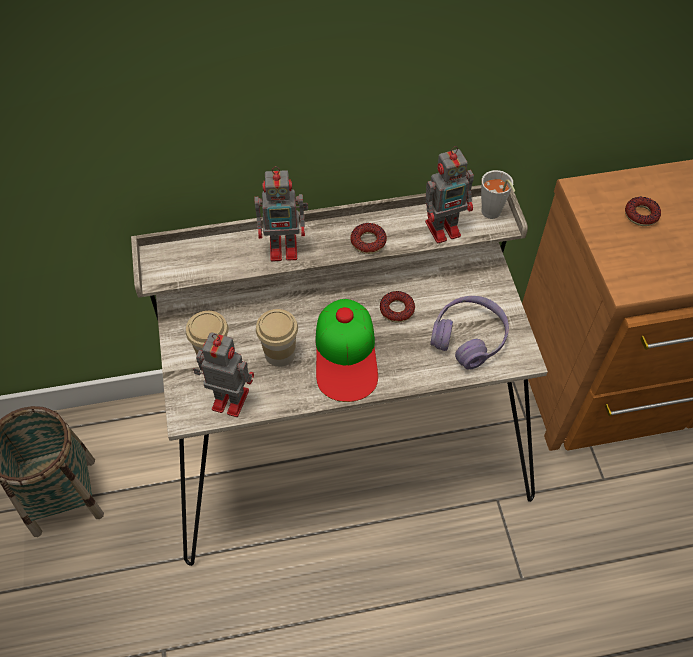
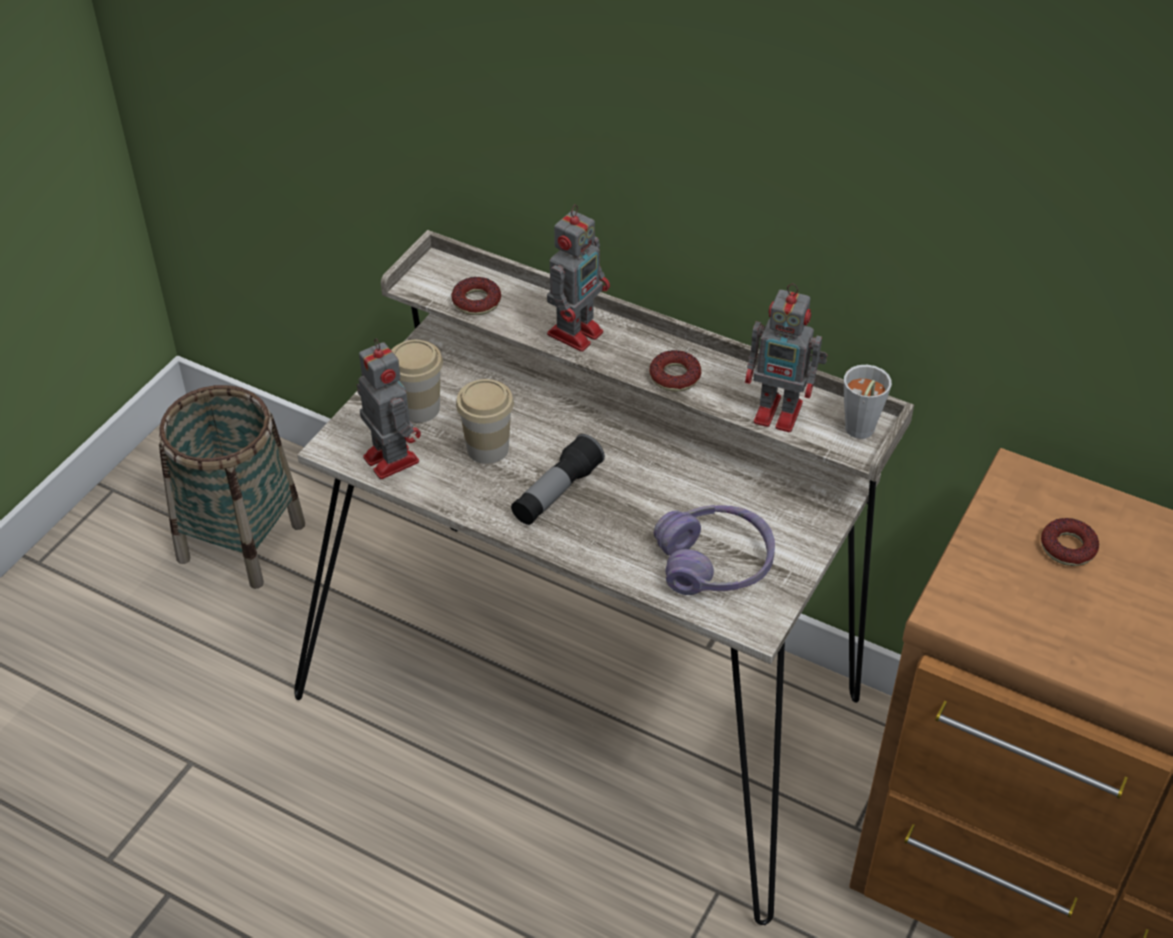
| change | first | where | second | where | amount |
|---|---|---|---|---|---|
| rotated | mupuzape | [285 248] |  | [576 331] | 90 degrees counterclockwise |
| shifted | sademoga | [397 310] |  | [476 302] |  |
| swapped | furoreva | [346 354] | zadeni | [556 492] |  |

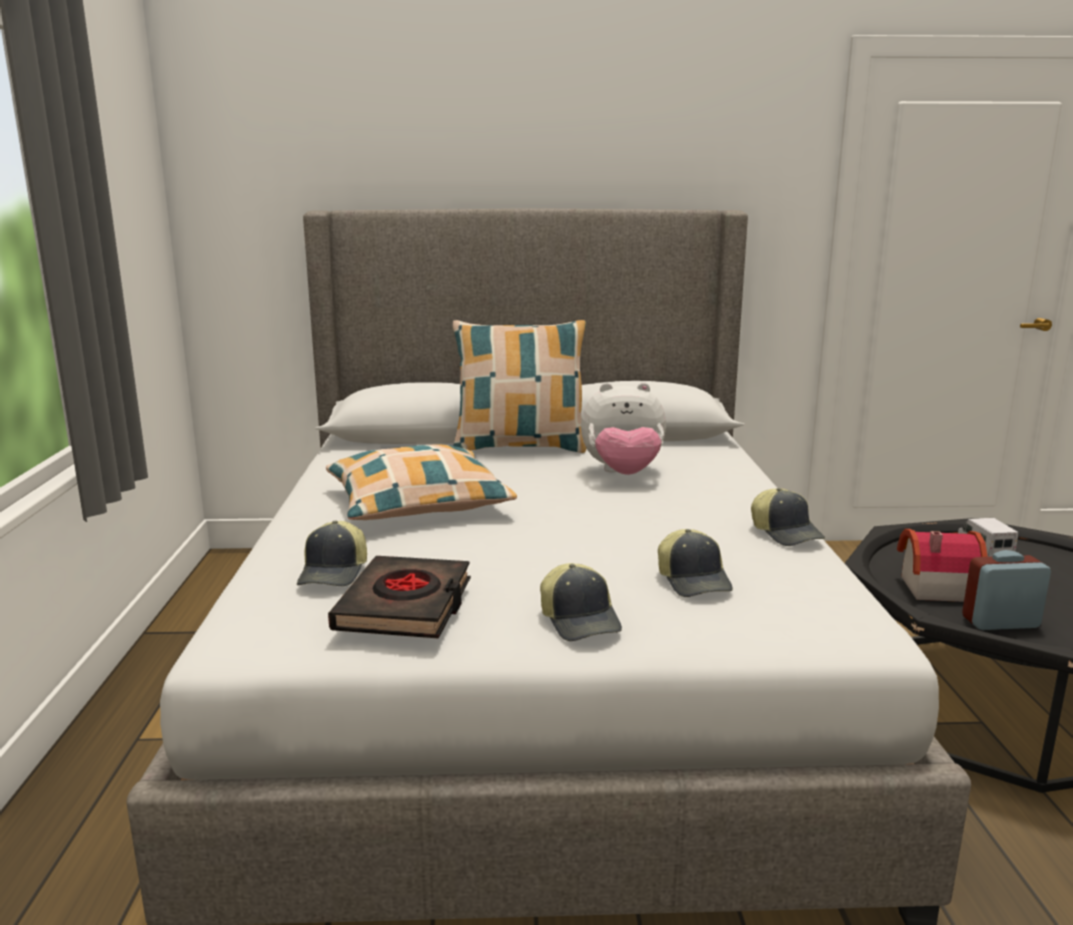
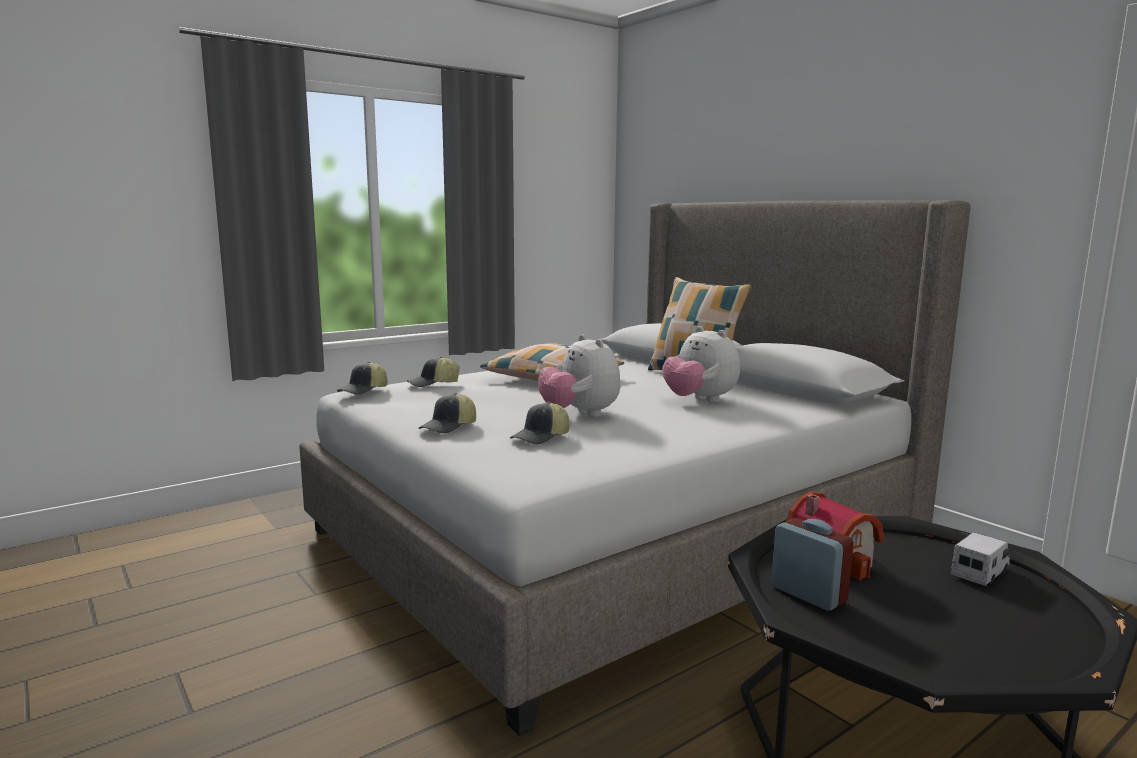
| change | first | where | second | where | amount |
|---|---|---|---|---|---|
| shifted | furoreva | [786 533] |  | [364 391] |  |
| gone | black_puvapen | [405 606] |  |  |  |
| new |  |  | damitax | [580 414] |  |

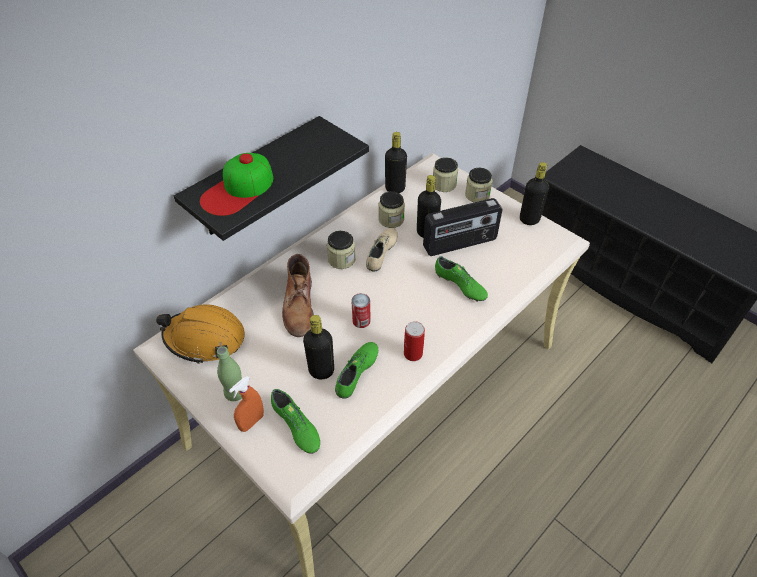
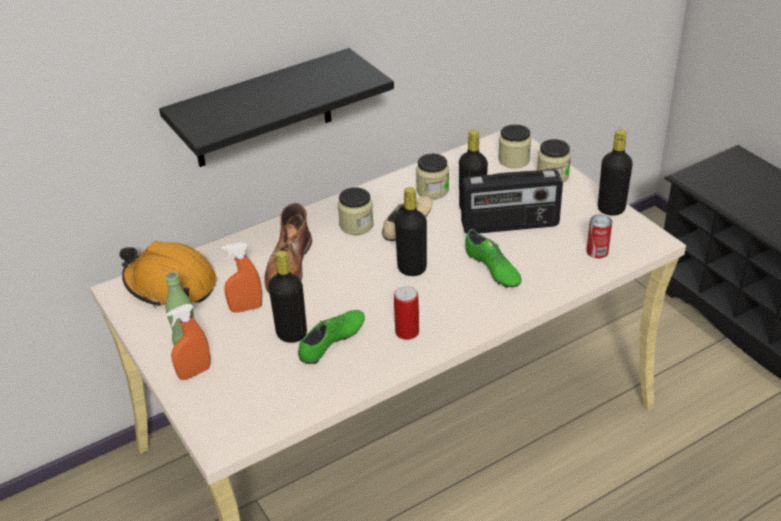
| change | first | where | second | where | amount |
|---|---|---|---|---|---|
| shifted | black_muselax | [395 188] |  | [412 269] |  |
| gone | furoreva | [238 190] |  |  |  |
| shifted | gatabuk | [361 320] |  | [597 251] |  |
| gone | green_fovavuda | [296 427] |  |  |  |
| new |  |  | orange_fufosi | [246 308] |  |

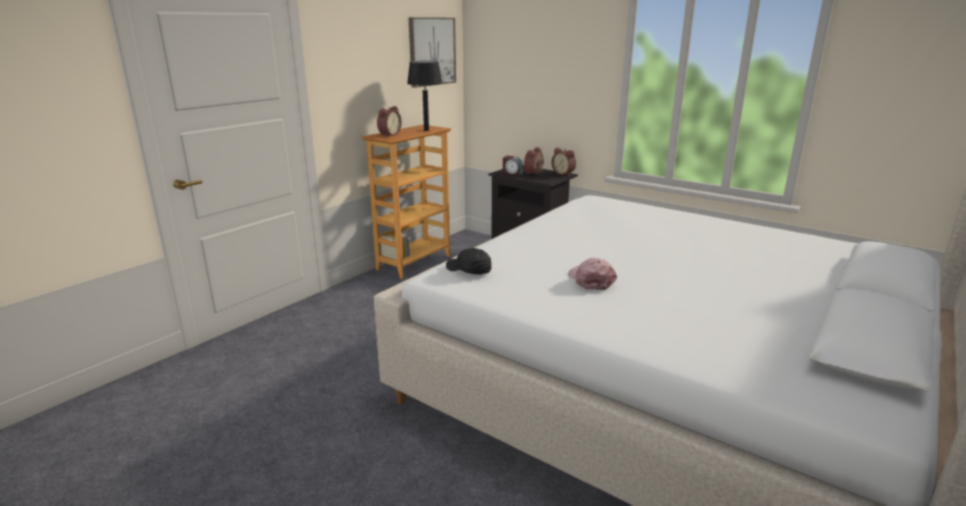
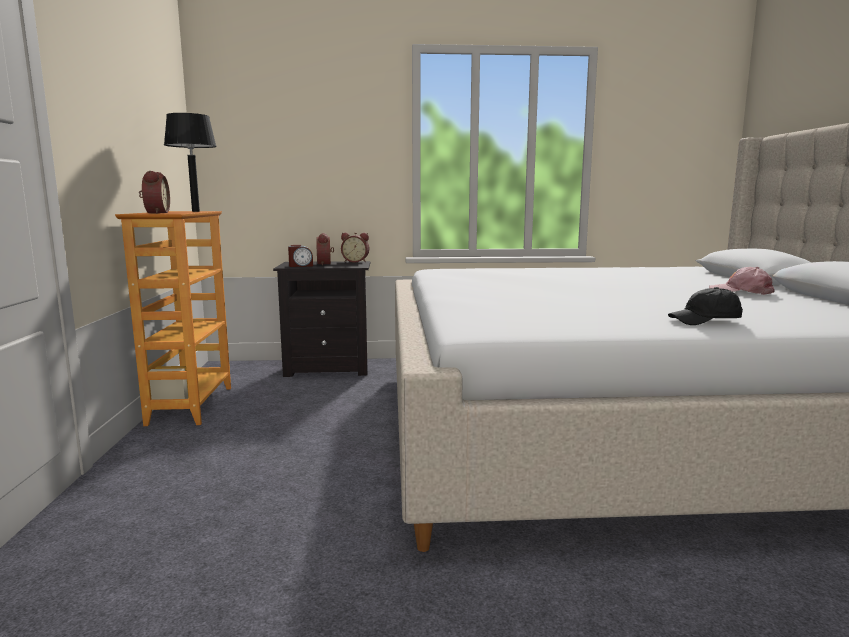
| change | first | where | second | where | amount |
|---|---|---|---|---|---|
| gone | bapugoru | [431 51] |  |  |  |
| shifted | black_furoreva | [469 270] |  | [706 321] |  |
| shifted | pink_furoreva | [590 280] |  | [741 292] |  |

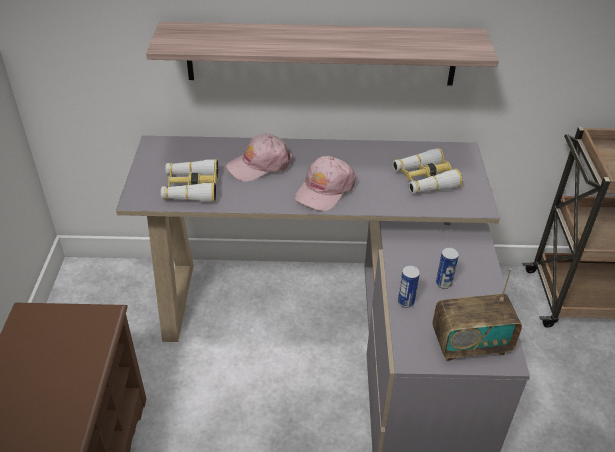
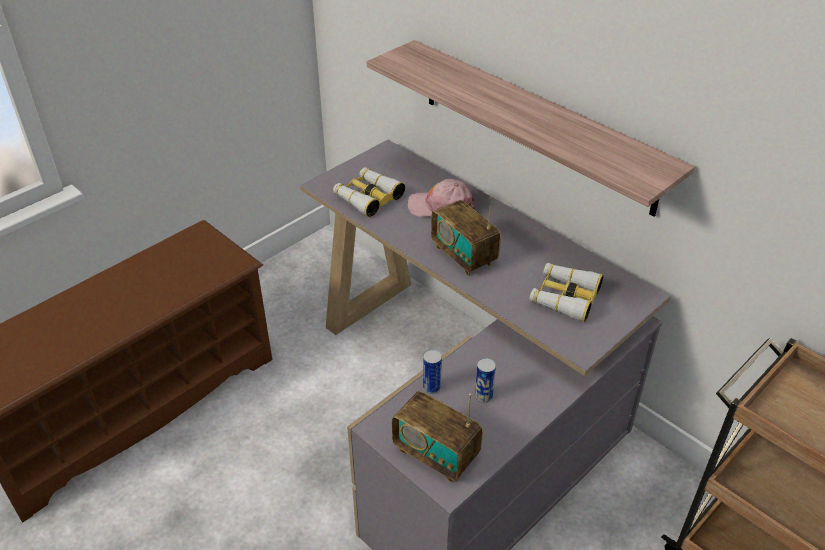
| change | first | where | second | where | amount |
|---|---|---|---|---|---|
| swapped | pink_furoreva | [324 190] | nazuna | [464 256] |  |

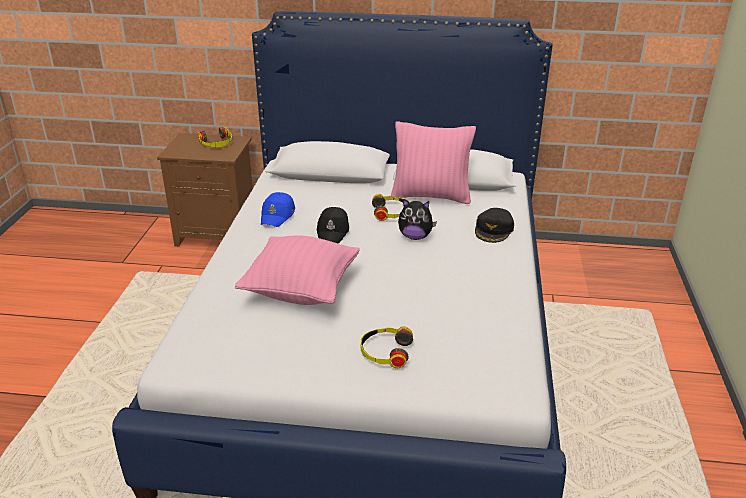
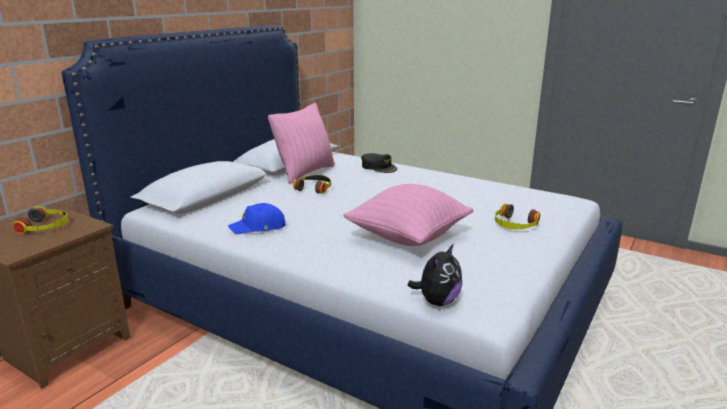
| change | first | where | second | where | amount |
|---|---|---|---|---|---|
| rotated | blue_furoreva | [278 215] |  | [259 227] | 120 degrees clockwise |
| shifted | damitax | [415 237] |  | [437 301] |  |
| gone | black_furoreva | [333 231] |  |  |  |

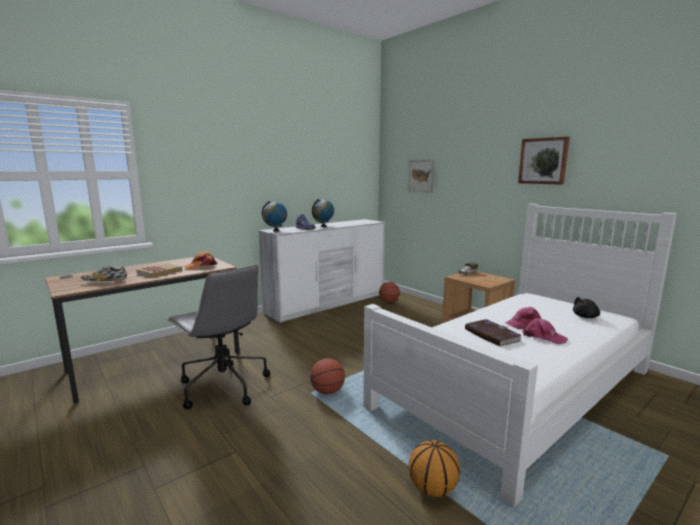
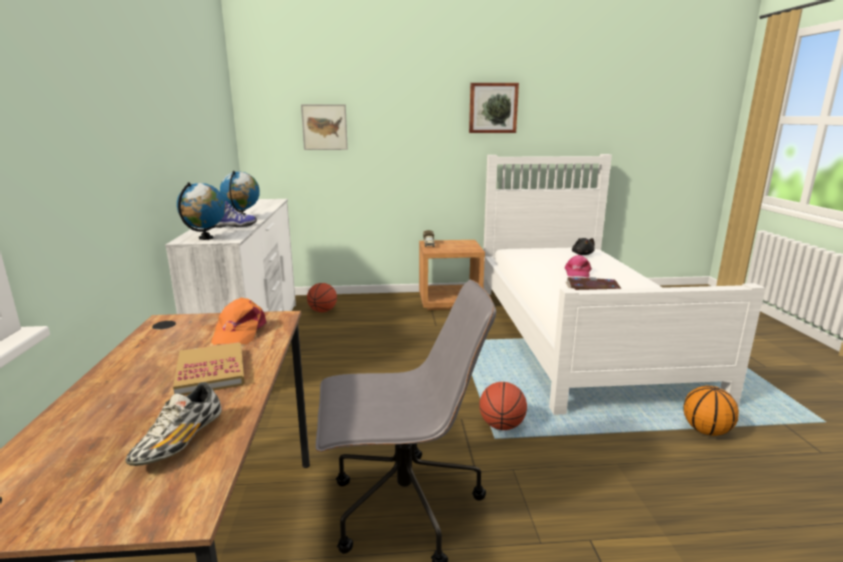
| change | first | where | second | where | amount |
|---|---|---|---|---|---|
| gone | pink_furoreva | [543 337] |  |  |  |

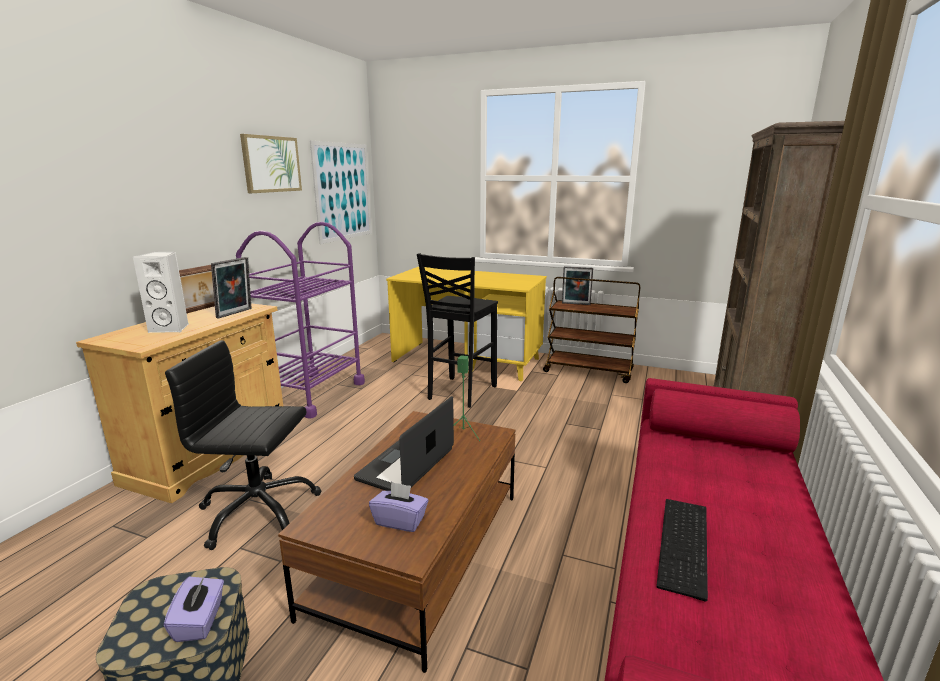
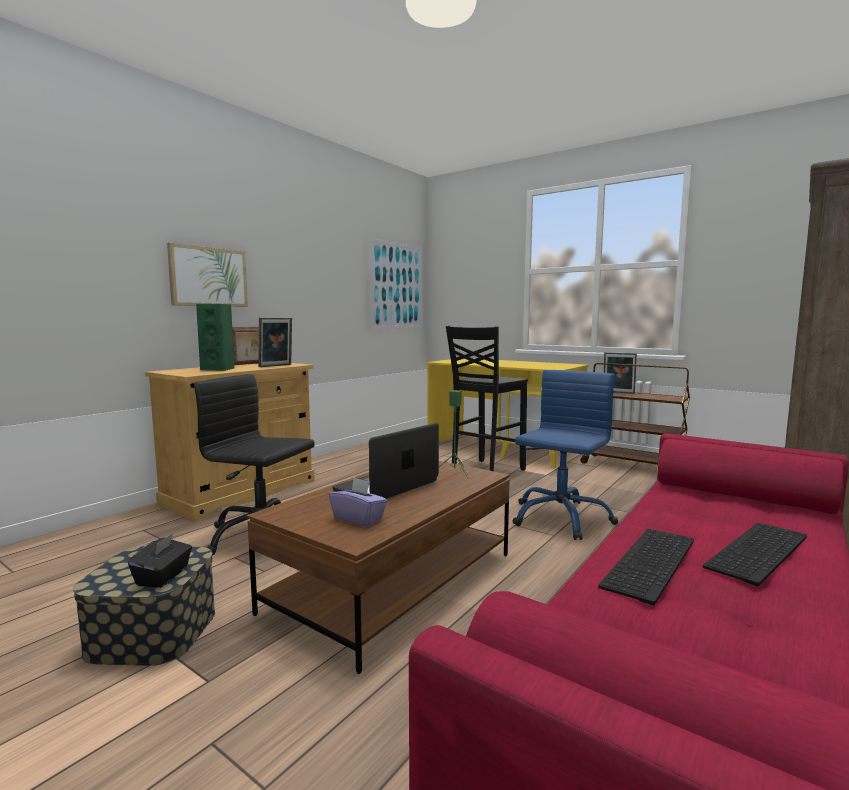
| change | first | where | second | where | amount |
|---|---|---|---|---|---|
| shifted | bapugoru | [271 164] |  | [208 277] |  |
| gone | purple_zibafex | [311 394] |  |  |  |
| repainted | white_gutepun | [171 328] | green_gutepun | [219 369] |  |
| repainted | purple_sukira | [200 621] | black_sukira | [163 576] |  |
| new |  |  | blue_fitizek | [560 518] |  |
| new |  |  | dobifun | [760 553] |  |

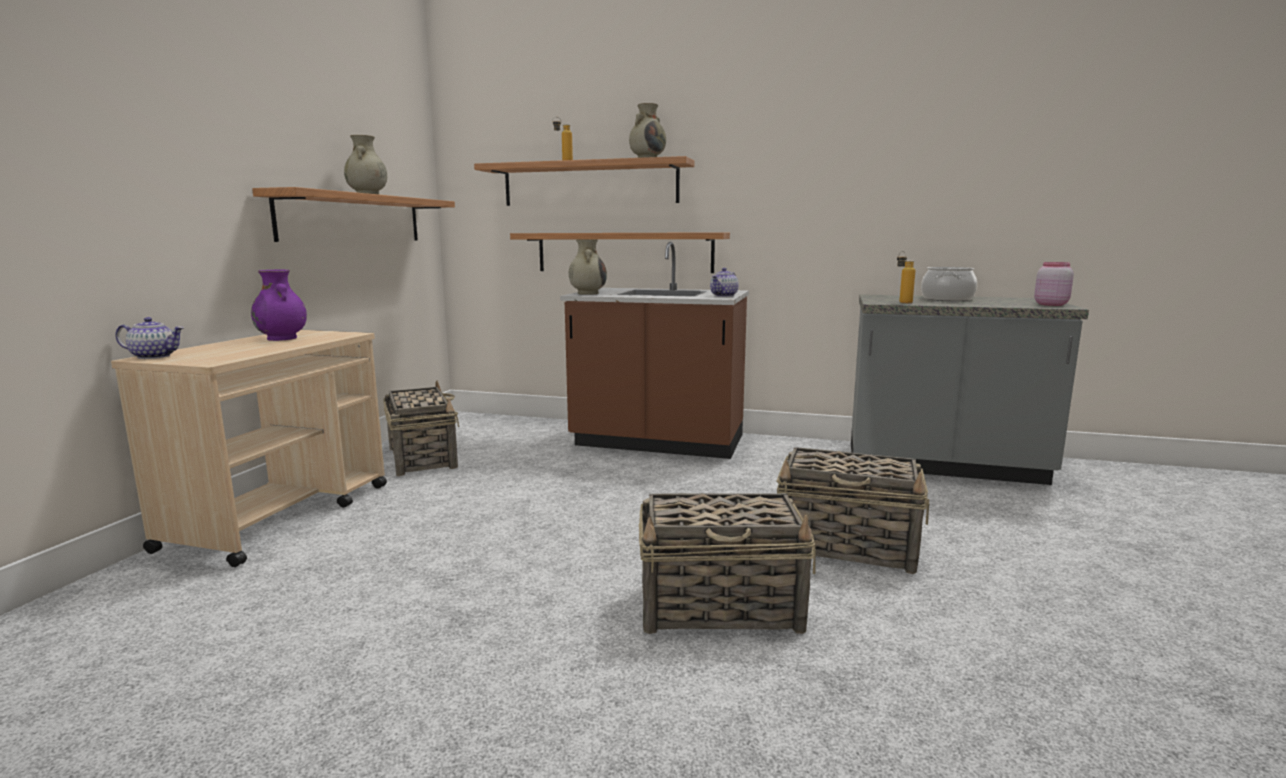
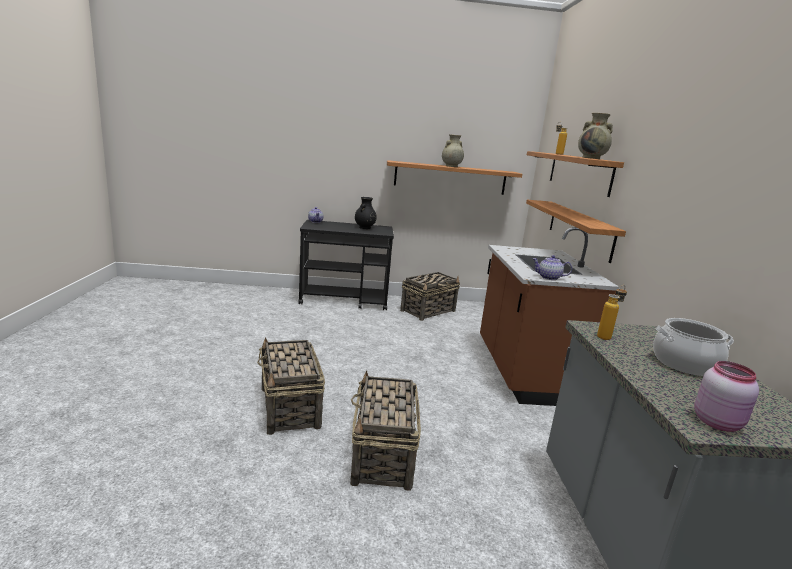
| change | first | where | second | where | amount |
|---|---|---|---|---|---|
| gone | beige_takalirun | [588 293] |  |  |  |
| repainted | purple_takalirun | [282 338] | black_takalirun | [364 228] |  |
| repainted | beige_zibafex | [282 515] | black_zibafex | [345 300] |  |

